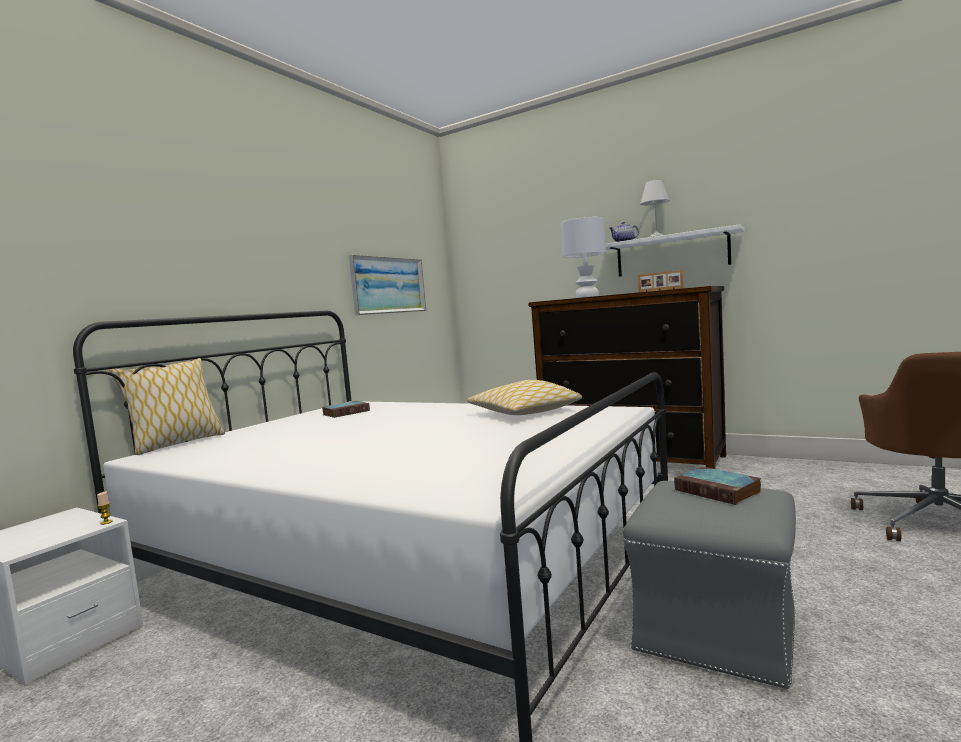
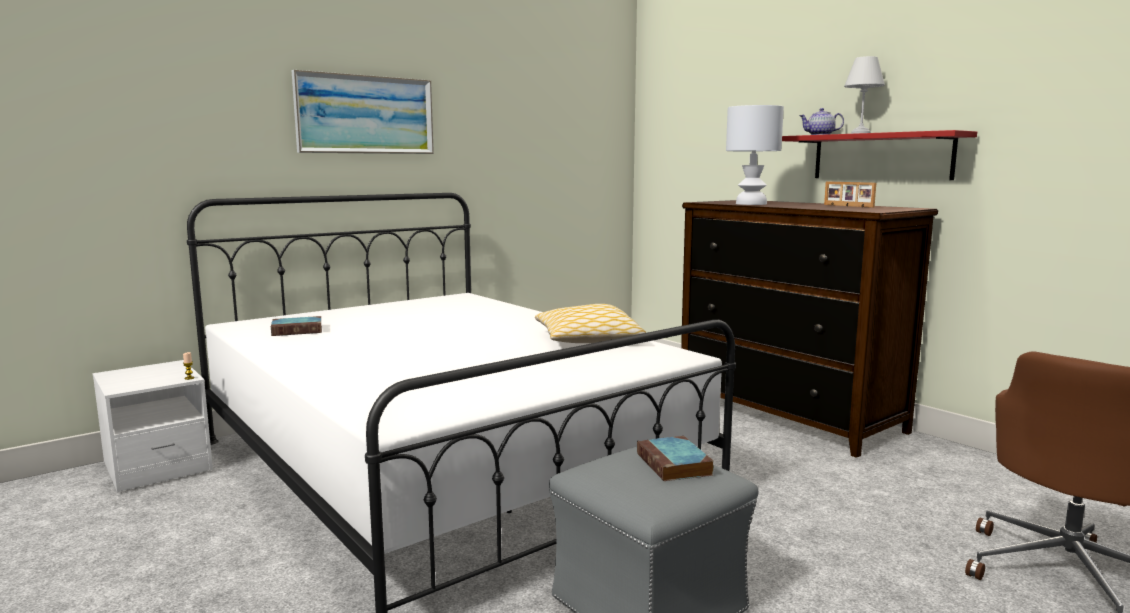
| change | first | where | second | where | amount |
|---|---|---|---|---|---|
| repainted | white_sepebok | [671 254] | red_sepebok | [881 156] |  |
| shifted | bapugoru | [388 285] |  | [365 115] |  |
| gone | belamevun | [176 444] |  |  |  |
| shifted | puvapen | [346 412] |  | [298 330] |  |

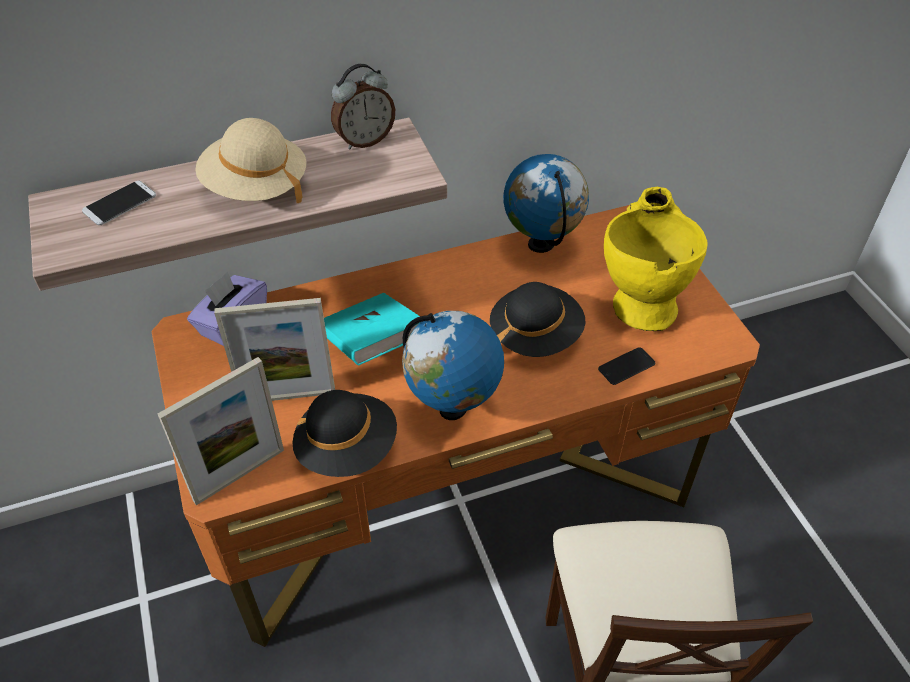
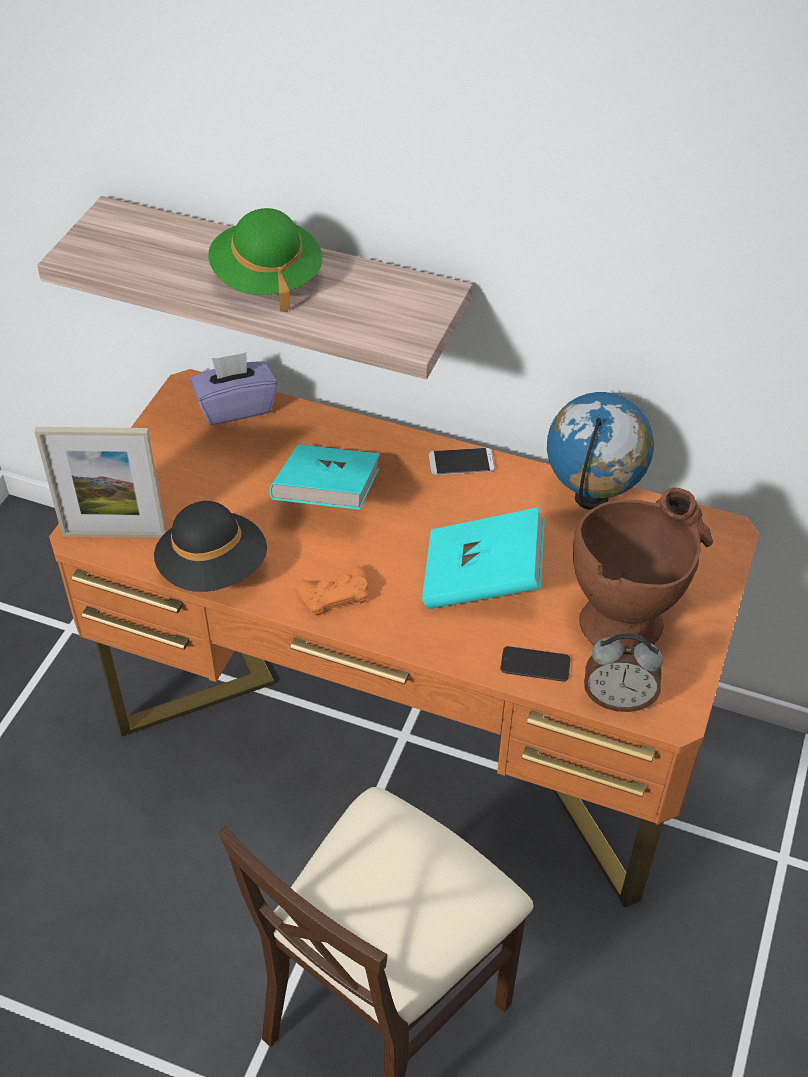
| change | first | where | second | where | amount |
|---|---|---|---|---|---|
| shifted | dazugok | [364 140] |  | [618 699] |  |
| repainted | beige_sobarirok | [255 187] | green_sobarirok | [267 279] |  |
| shifted | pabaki | [119 203] |  | [461 462] |  |
| repainted | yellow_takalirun | [640 300] | brown_takalirun | [628 614] |  |
| swapped | black_sobarirok | [535 335] | turquoise_puvapen | [482 580] |  |
| gone | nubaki | [288 396] |  |  |  |
| swapped | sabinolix | [452 408] | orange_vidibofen | [334 594] |  |

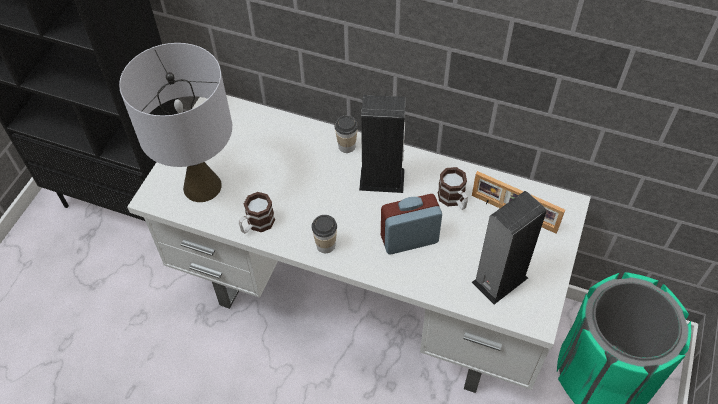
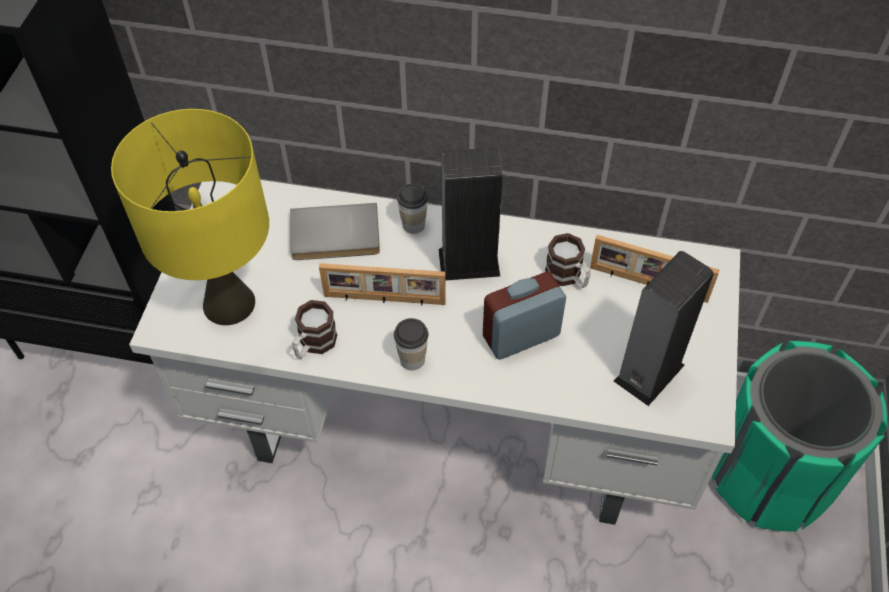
| change | first | where | second | where | amount |
|---|---|---|---|---|---|
| repainted | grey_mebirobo | [202 187] | yellow_mebirobo | [229 304] |  |
| new |  |  | grey_puvapen | [335 237] |  |
| new |  |  | nubaki | [384 300] |  |

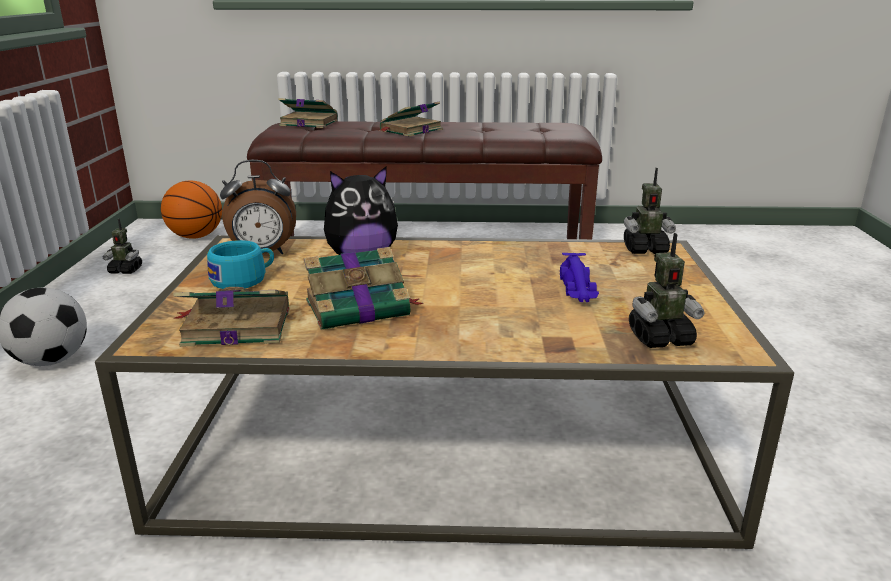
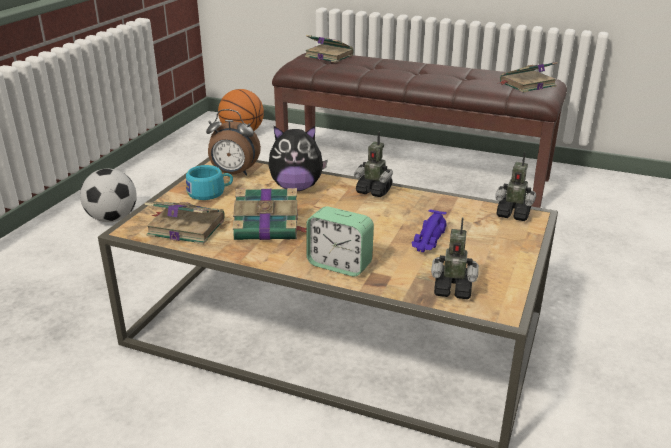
| change | first | where | second | where | amount |
|---|---|---|---|---|---|
| shifted | puvapen | [410 130] |  | [526 84] |  |
| shifted | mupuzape | [126 270] |  | [374 191] |  |
| new |  |  | dazugok | [339 265] |  |

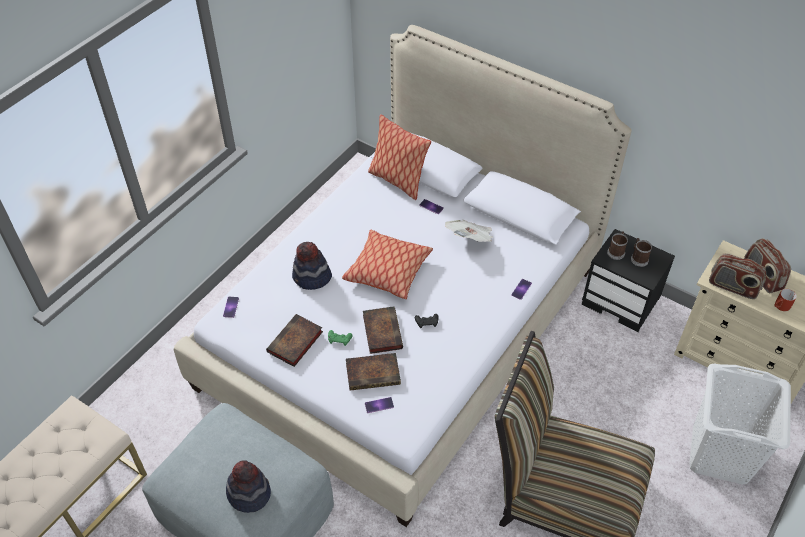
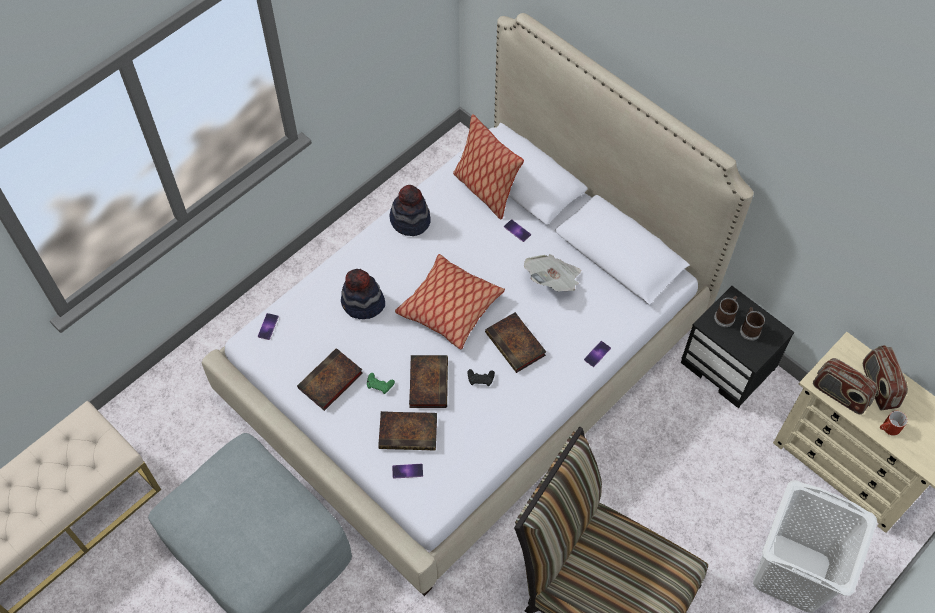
| change | first | where | second | where | amount |
|---|---|---|---|---|---|
| shifted | sobarirok | [249 493] |  | [410 220] |  |
| new |  |  | puvapen | [516 345] |  |

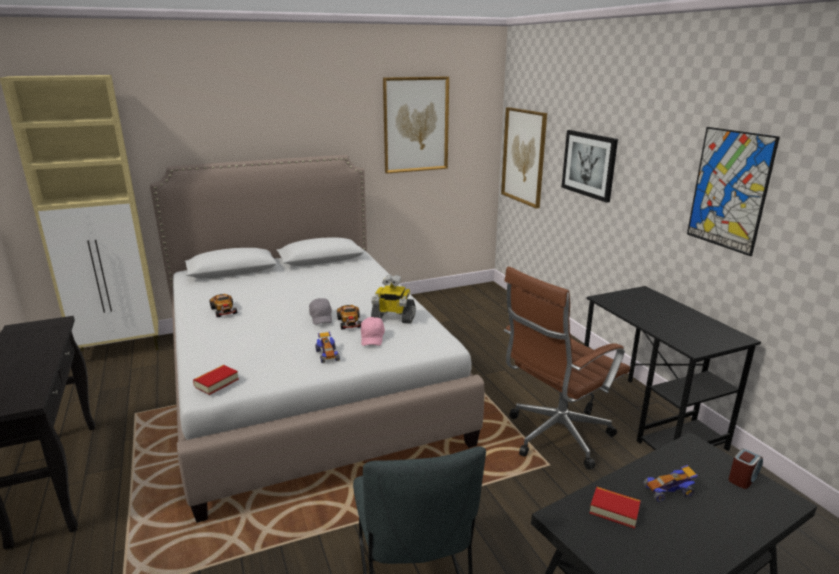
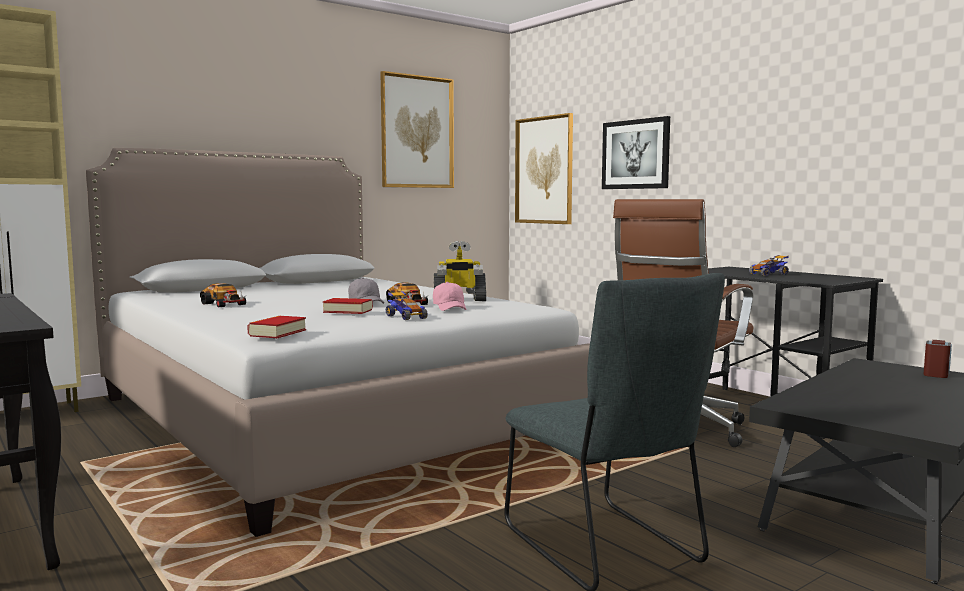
| change | first | where | second | where | amount |
|---|---|---|---|---|---|
| gone | bapugoru | [729 190] |  |  |  |
| shifted | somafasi | [668 490] |  | [769 274] |  |
| shifted | puvapen | [614 510] |  | [348 311] |  |

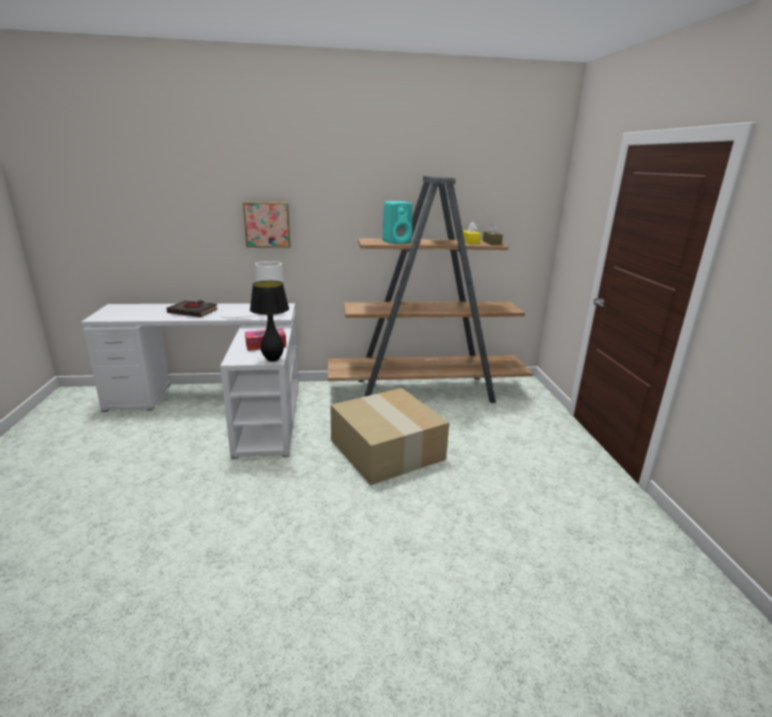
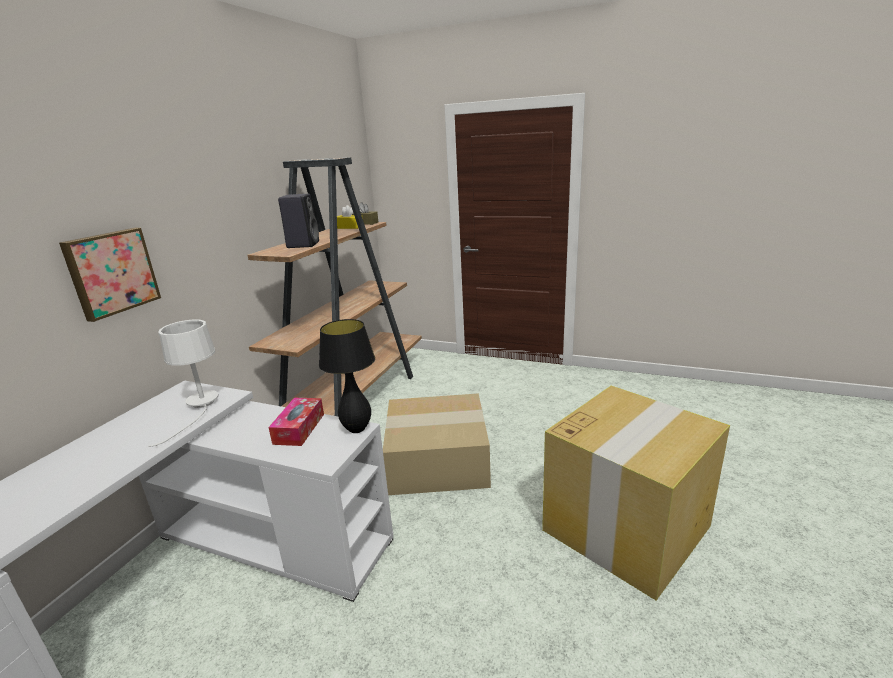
| change | first | where | second | where | amount |
|---|---|---|---|---|---|
| repainted | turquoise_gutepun | [397 242] | black_gutepun | [303 244] |  |
| gone | black_puvapen | [193 312] |  |  |  |
| new |  |  | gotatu | [626 527] |  |

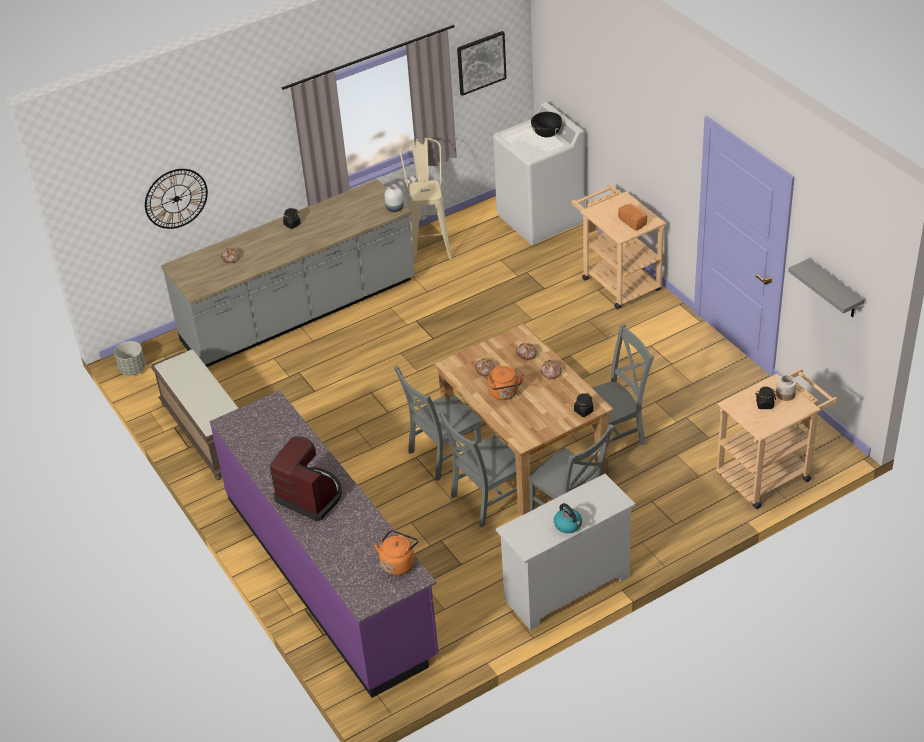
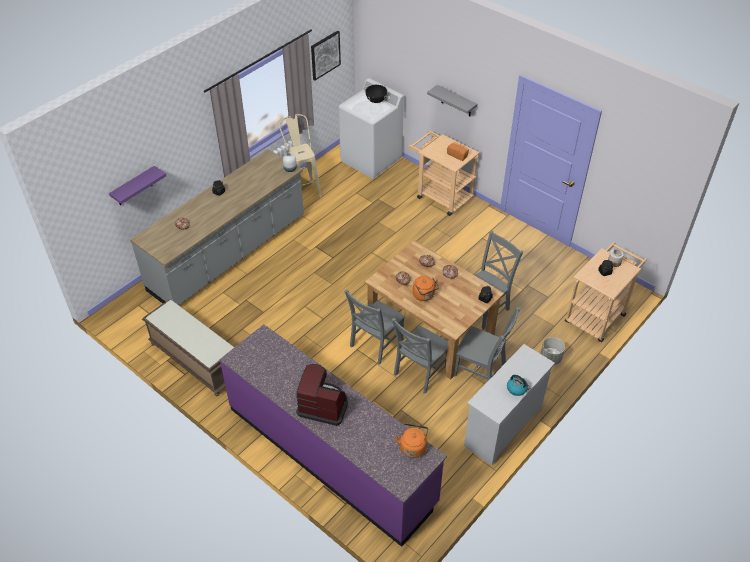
| change | first | where | second | where | amount |
|---|---|---|---|---|---|
| swapped | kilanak | [176 198] | purple_sepebok | [134 187] |  |
| shifted | grey_sepebok | [834 290] |  | [456 101] |  |
| shifted | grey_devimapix | [132 369] |  | [550 358] |  |

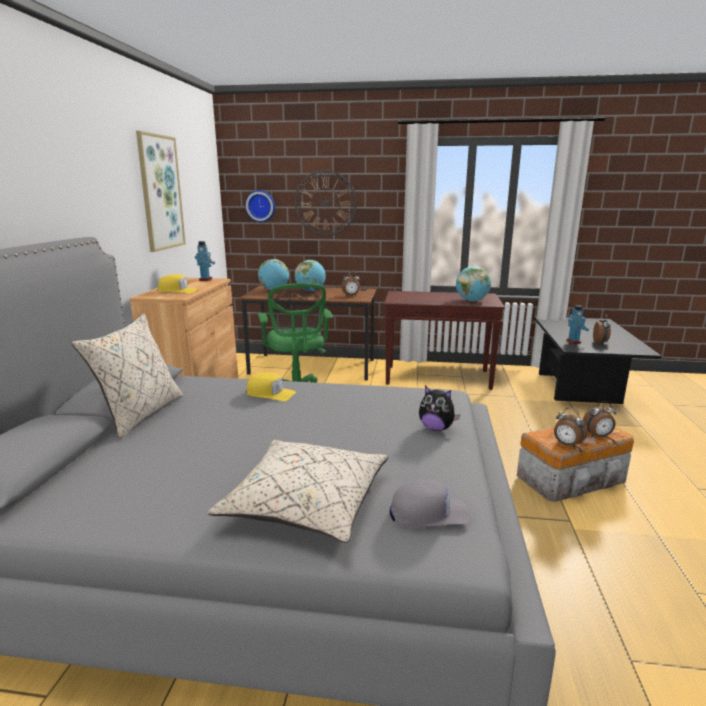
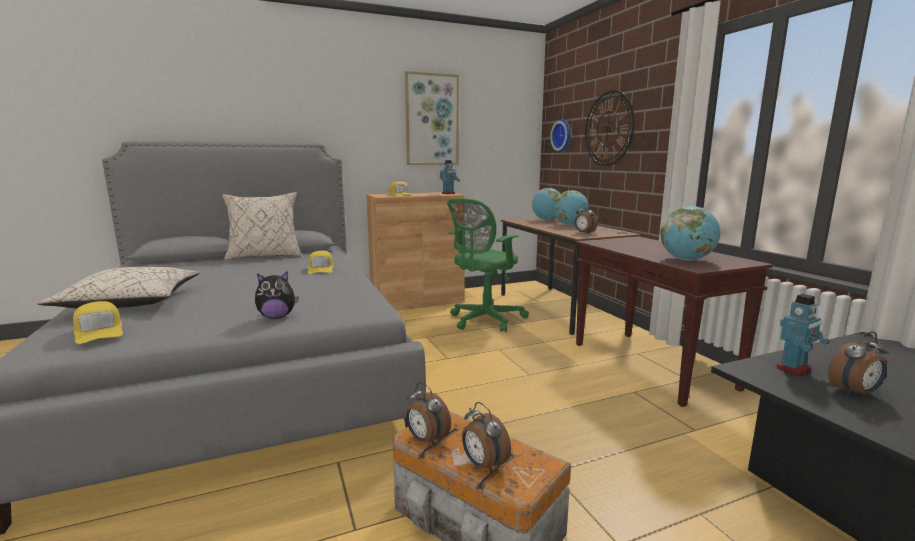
| change | first | where | second | where | amount |
|---|---|---|---|---|---|
| rotated | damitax | [436 428] |  | [277 317] | 105 degrees counterclockwise |
| rotated | dazugok | [567 445] |  | [426 440] | 60 degrees counterclockwise |
| repainted | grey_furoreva | [429 513] | yellow_furoreva | [99 331] |  |

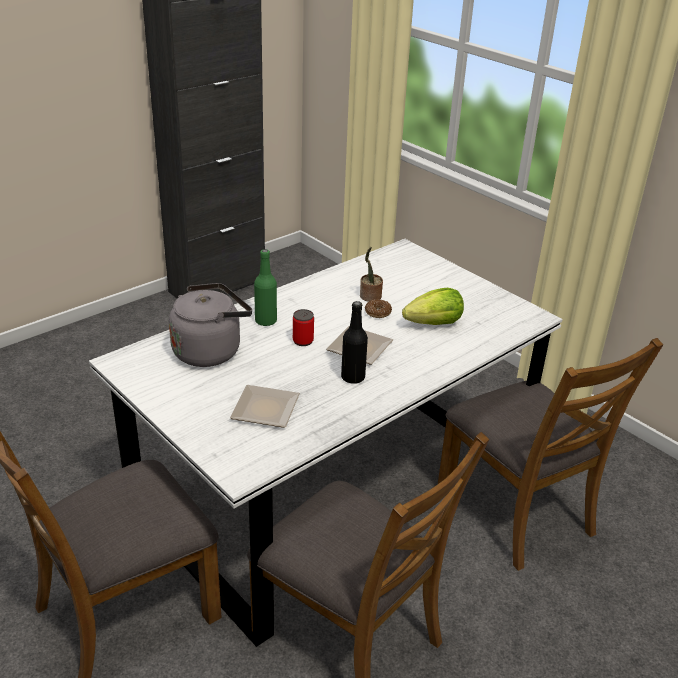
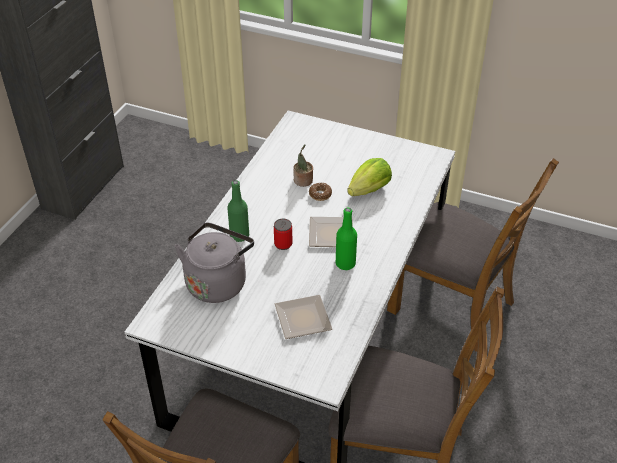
| change | first | where | second | where | amount |
|---|---|---|---|---|---|
| repainted | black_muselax | [353 377] | green_muselax | [345 264] |  |

